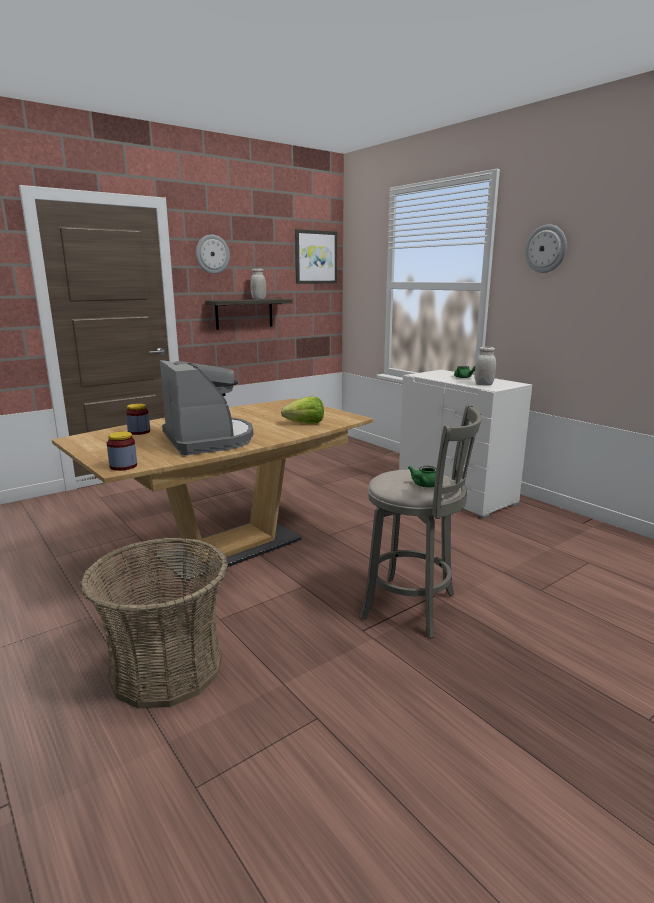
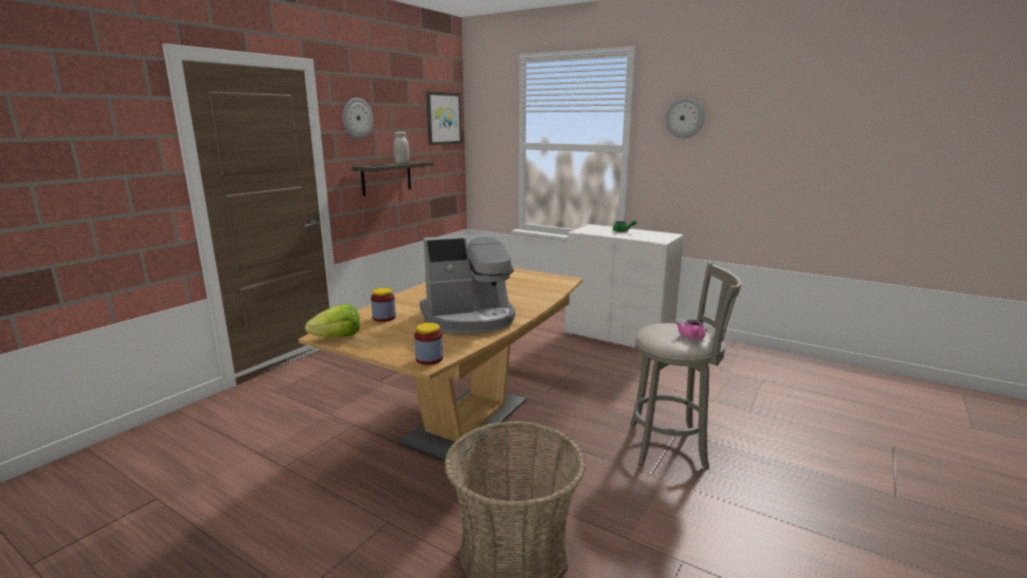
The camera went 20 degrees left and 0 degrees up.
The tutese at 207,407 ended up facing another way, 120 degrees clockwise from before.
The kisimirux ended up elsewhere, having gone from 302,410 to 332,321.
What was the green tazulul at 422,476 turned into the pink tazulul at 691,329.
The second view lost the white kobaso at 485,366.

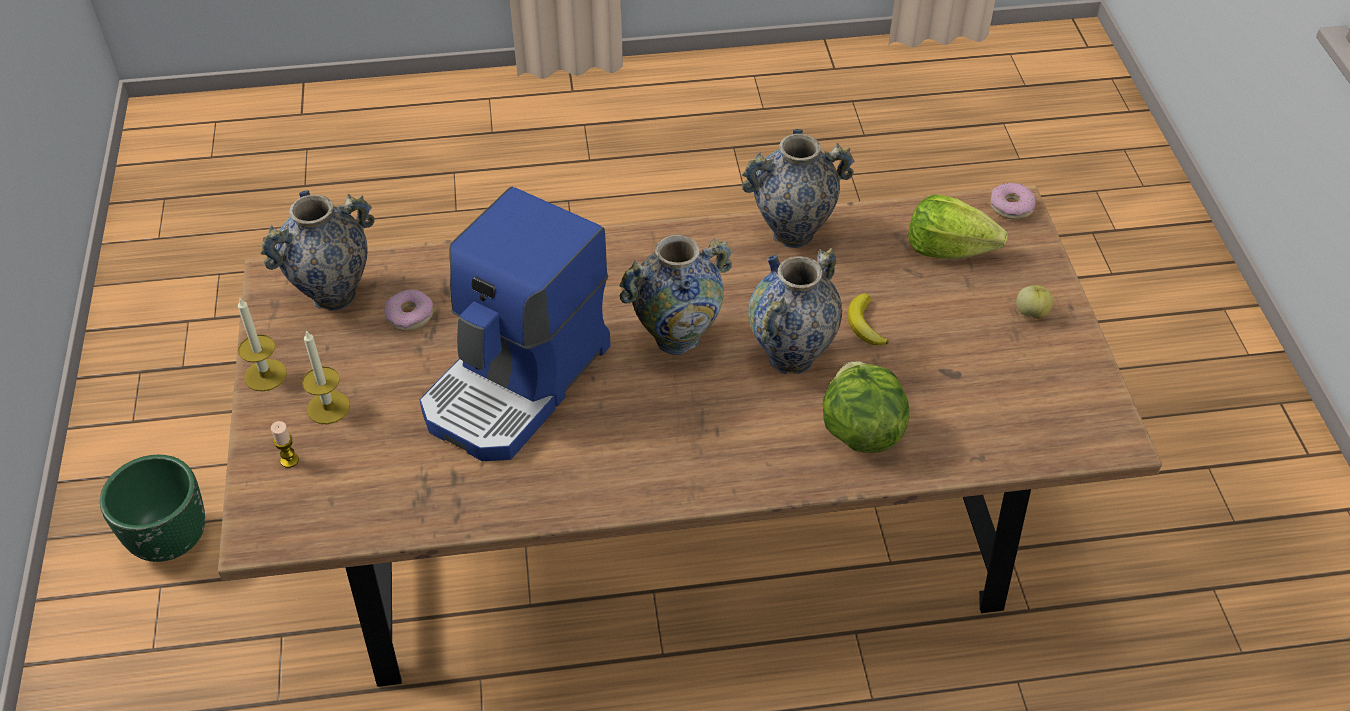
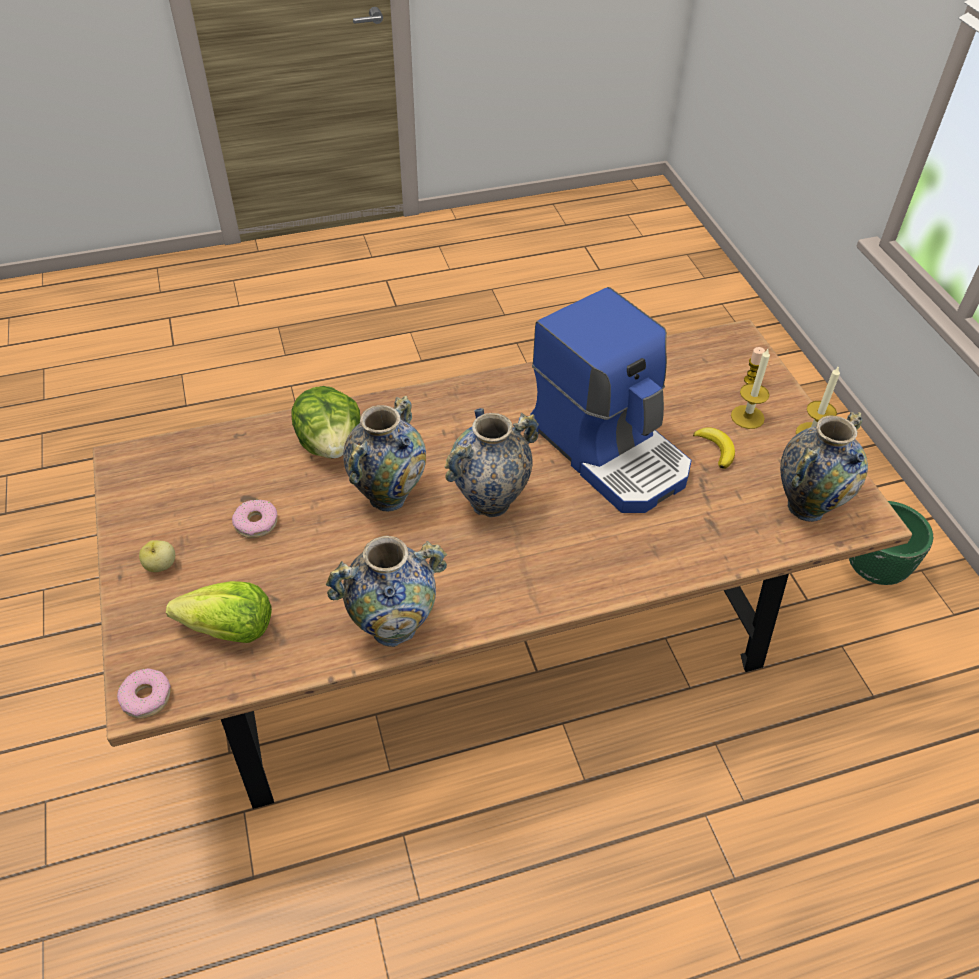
The camera went 170 degrees right and 0 degrees up.
The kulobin ended up elsewhere, having gone from 408,310 to 255,519.
The tutese at 515,324 ended up facing another way, 120 degrees clockwise from before.
The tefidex ended up elsewhere, having gone from 868,319 to 714,448.

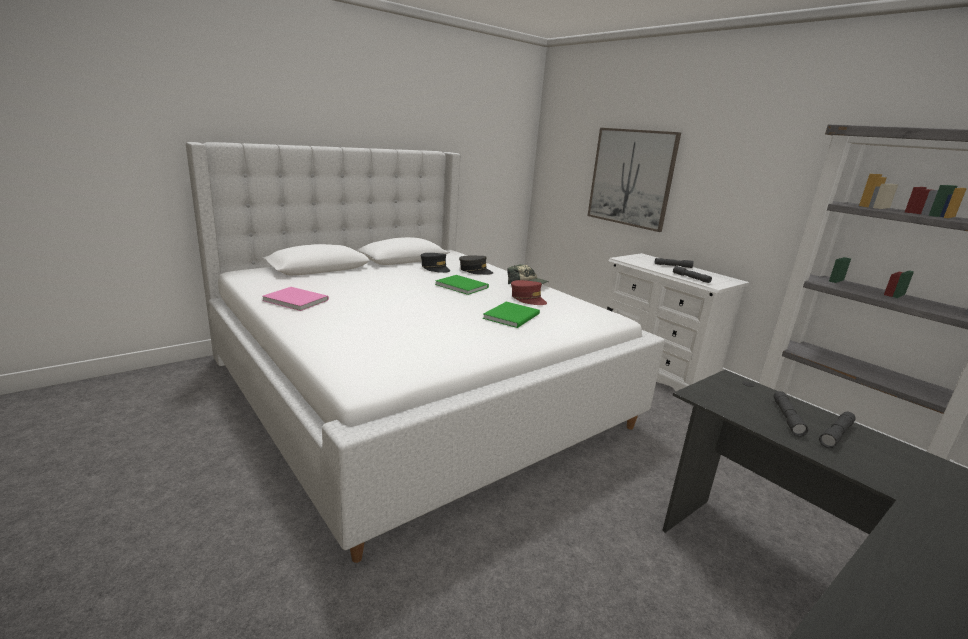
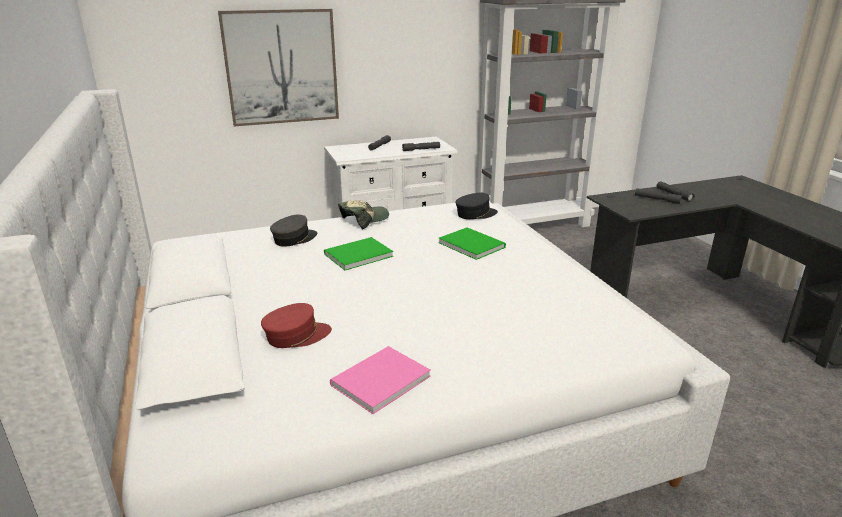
The camera went 70 degrees left and 5 degrees up.
The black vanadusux ended up elsewhere, having gone from 435,263 to 476,206.
The red vanadusux ended up elsewhere, having gone from 529,292 to 296,325.

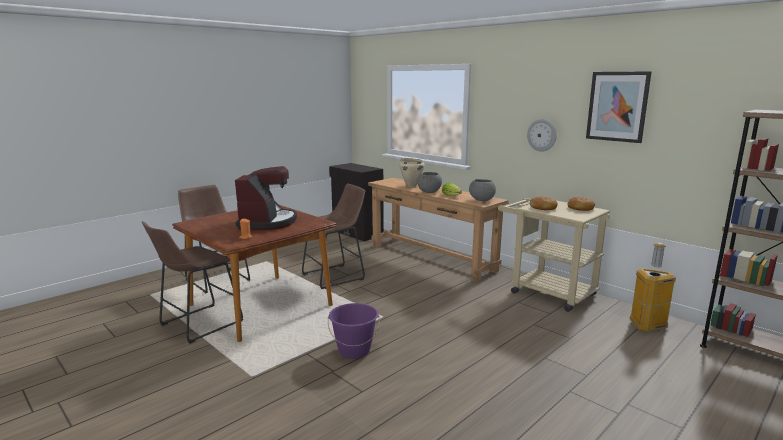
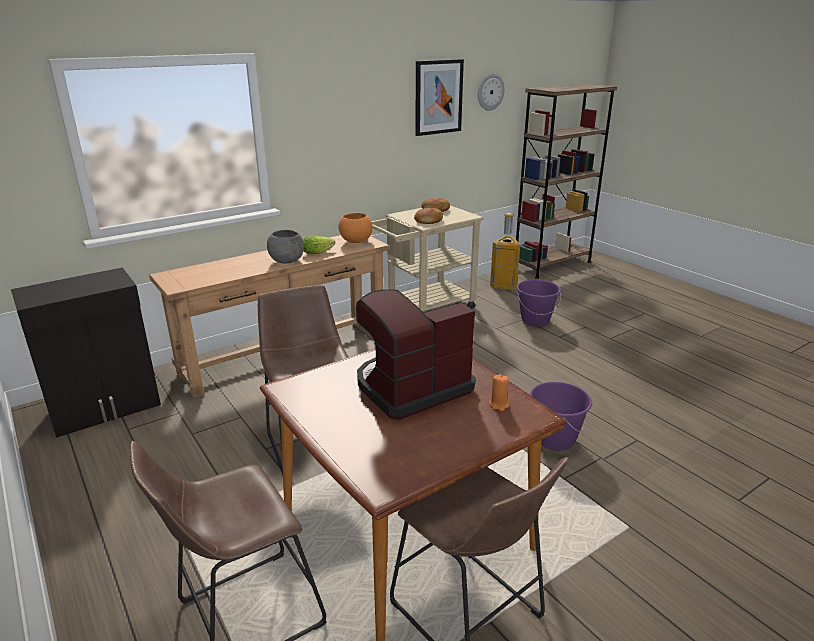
The camera went 80 degrees left and 10 degrees up.
The tutese at 266,198 ended up facing another way, 45 degrees counterclockwise from before.
The second view lost the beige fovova at 411,172.
What was the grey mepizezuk at 482,190 turned into the orange mepizezuk at 355,228.
The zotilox ended up elsewhere, having gone from 542,135 to 491,92.
The second view gained the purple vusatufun at 539,303.

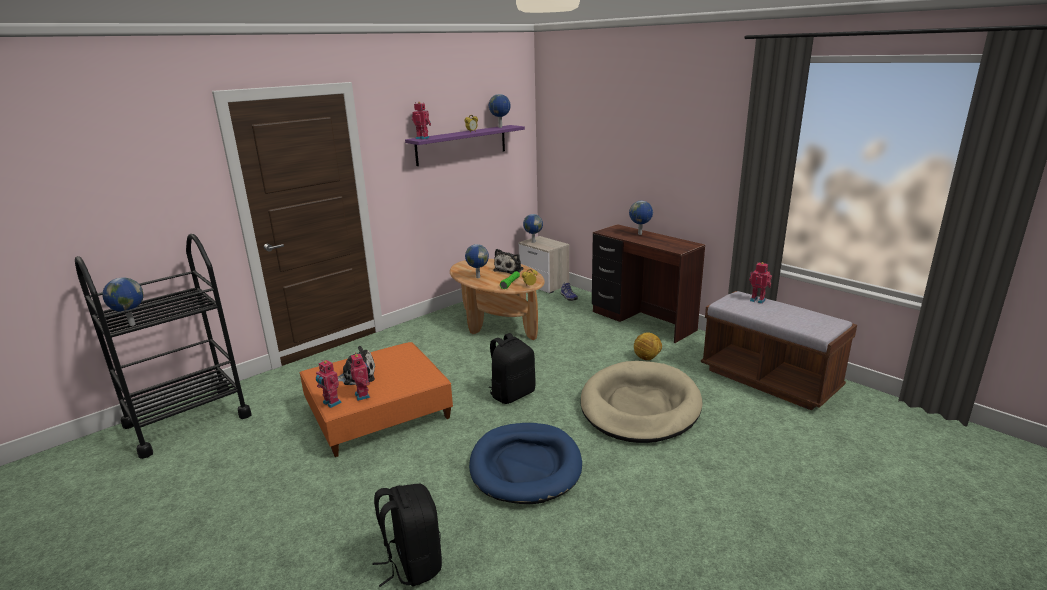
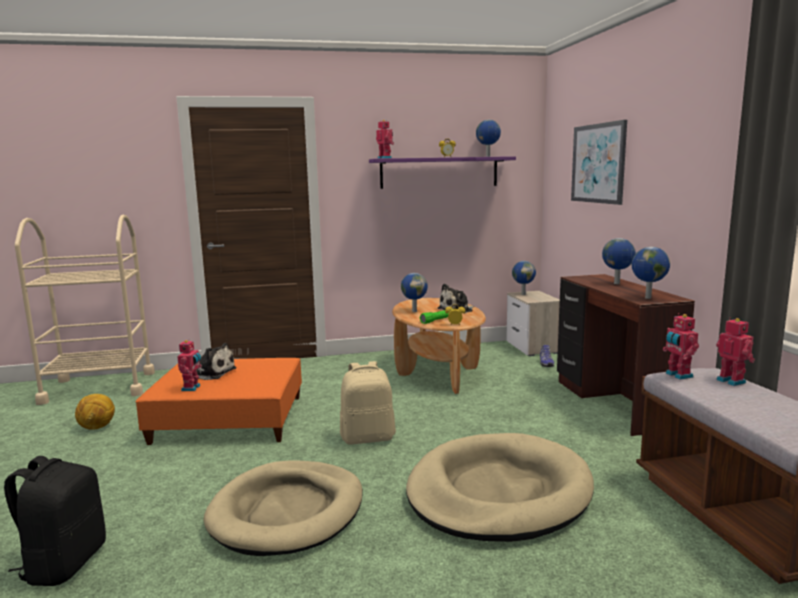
The camera went 30 degrees right and 10 degrees down.
What was the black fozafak at 163,346 turned into the beige fozafak at 85,310.
The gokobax ended up elsewhere, having gone from 123,302 to 651,273.
The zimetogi ended up elsewhere, having gone from 329,384 to 681,346.
What was the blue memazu at 525,463 turned into the beige memazu at 283,508.
What was the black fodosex at 512,368 turned into the beige fodosex at 368,403.
The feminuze ended up elsewhere, having gone from 648,346 to 95,412.
The second view gained the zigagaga at 599,162.

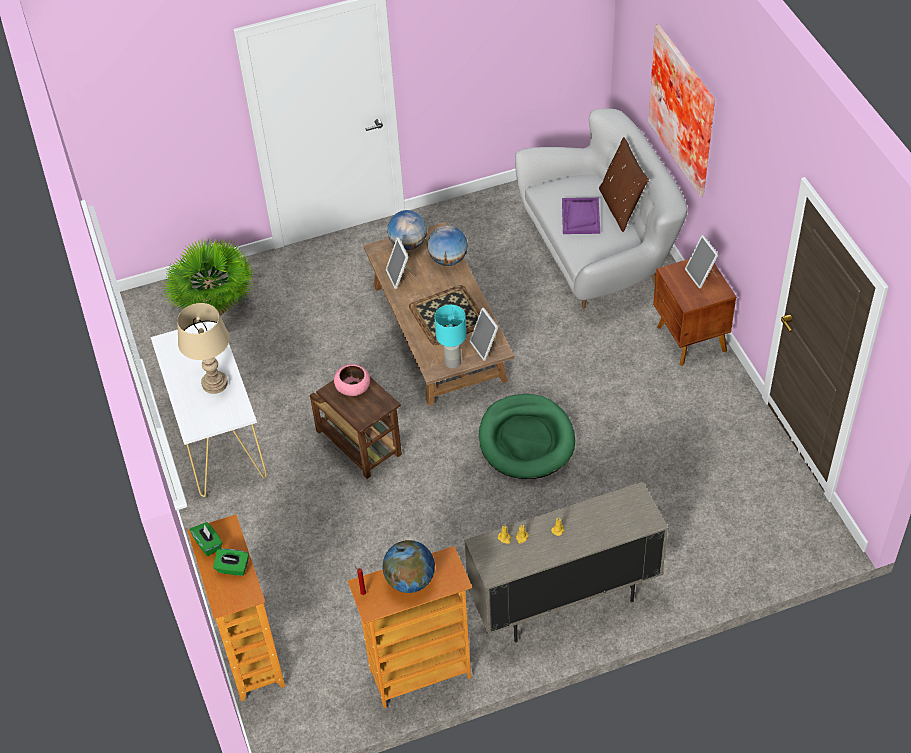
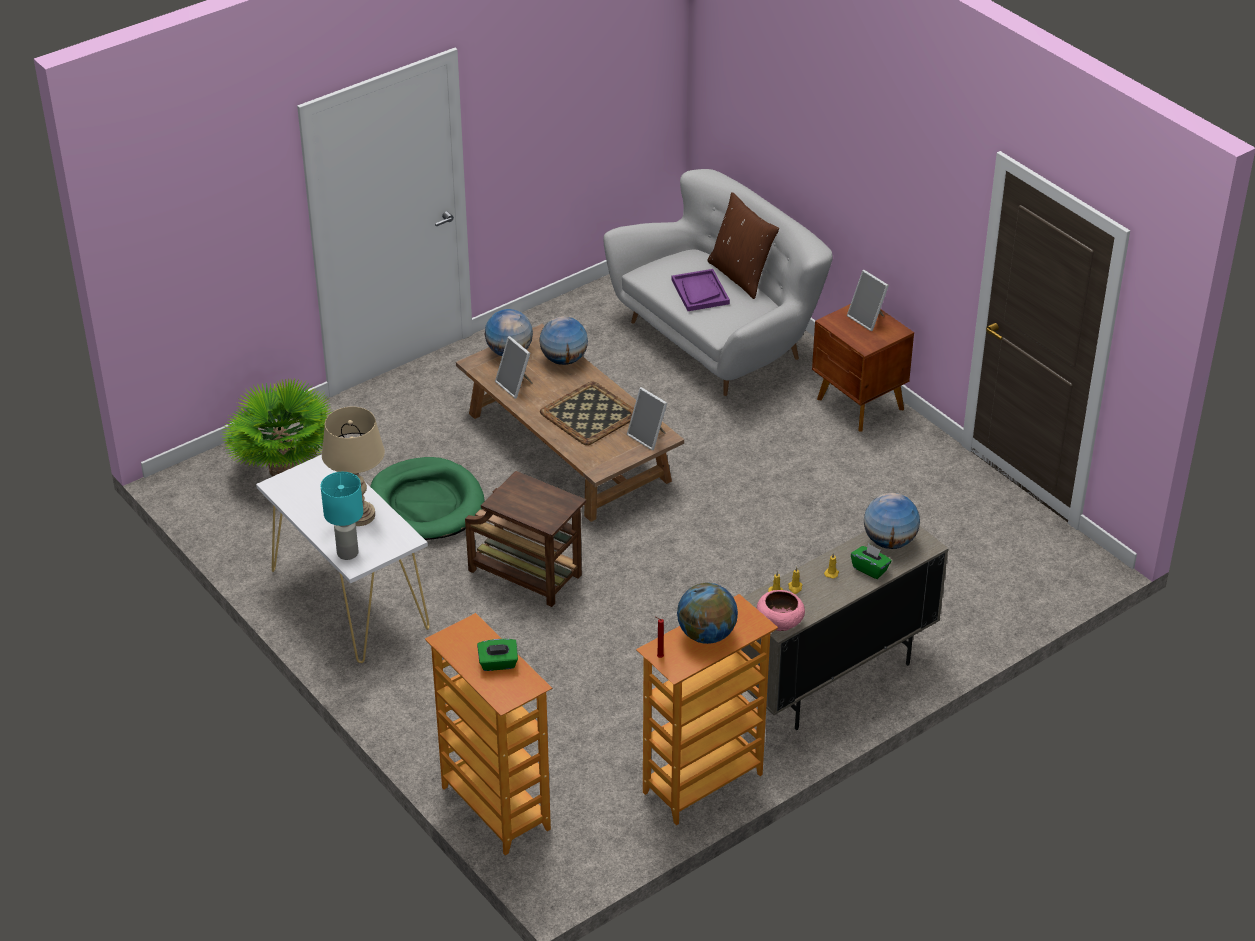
The camera went 20 degrees left and 10 degrees down.
The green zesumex ended up elsewhere, having gone from 206,539 to 871,561.
The pink mepizezuk ended up elsewhere, having gone from 352,380 to 781,610.
The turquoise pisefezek ended up elsewhere, having gone from 450,337 to 342,516.
The green memazu ended up elsewhere, having gone from 527,436 to 427,498.
The second view lost the zigagaga at 681,110.
The second view gained the gokobax at 892,521.

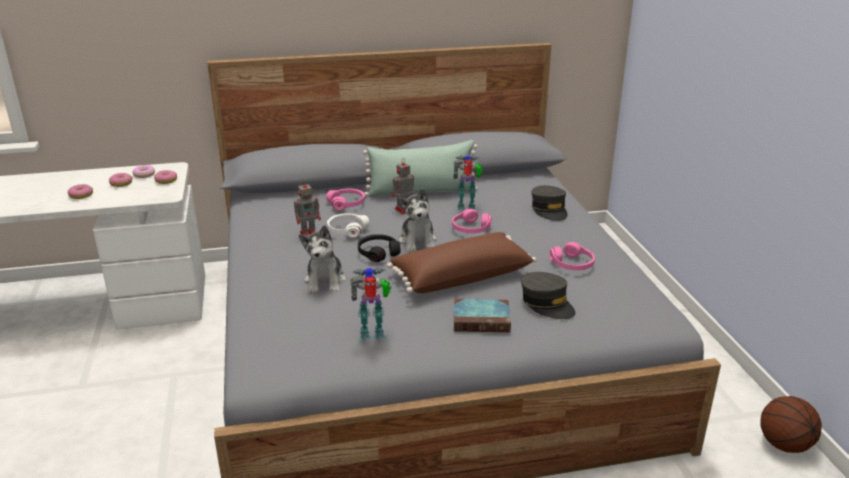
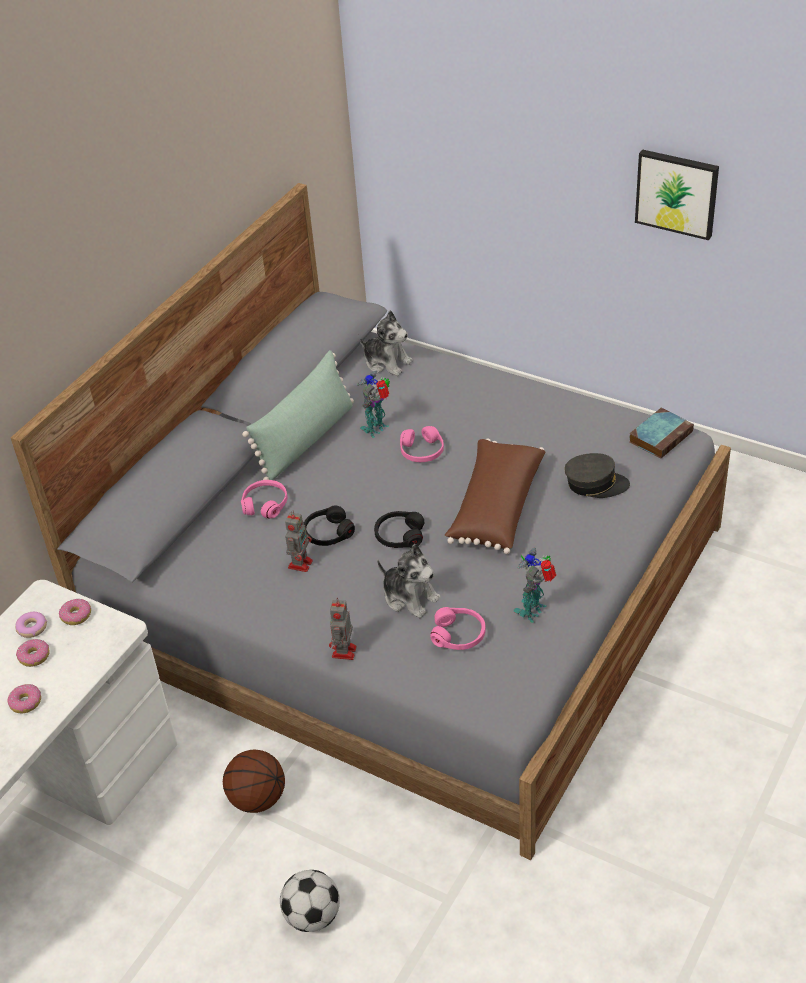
The camera went 45 degrees left and 15 degrees up.
What was the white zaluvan at 348,225 turned into the black zaluvan at 329,526.
The zimetogi ended up elsewhere, having gone from 402,186 to 343,630.
The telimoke ended up elsewhere, having gone from 418,220 to 385,343.
The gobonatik ended up elsewhere, having gone from 482,315 to 661,433.
The second view lost the grey vanadusux at 549,203.
The pink zaluvan ended up elsewhere, having gone from 572,256 to 457,628.
The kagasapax ended up elsewhere, having gone from 791,424 to 254,781.
The second view gained the feminuze at 310,901.
The second view gained the zigagaga at 677,194.

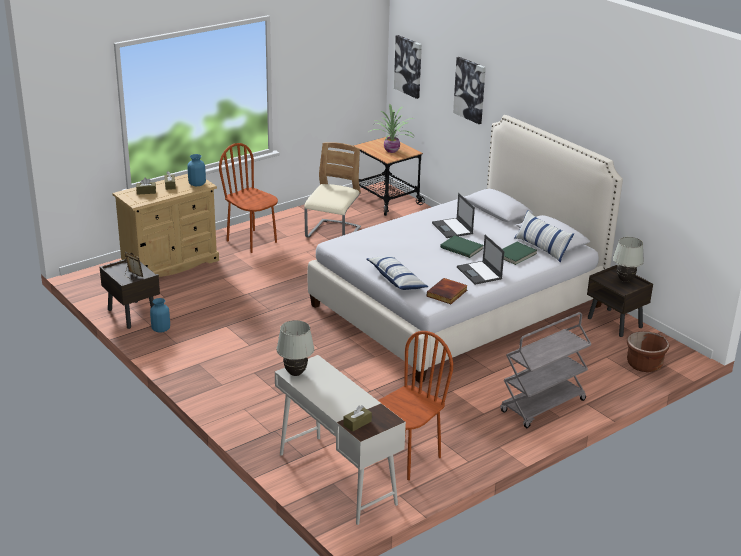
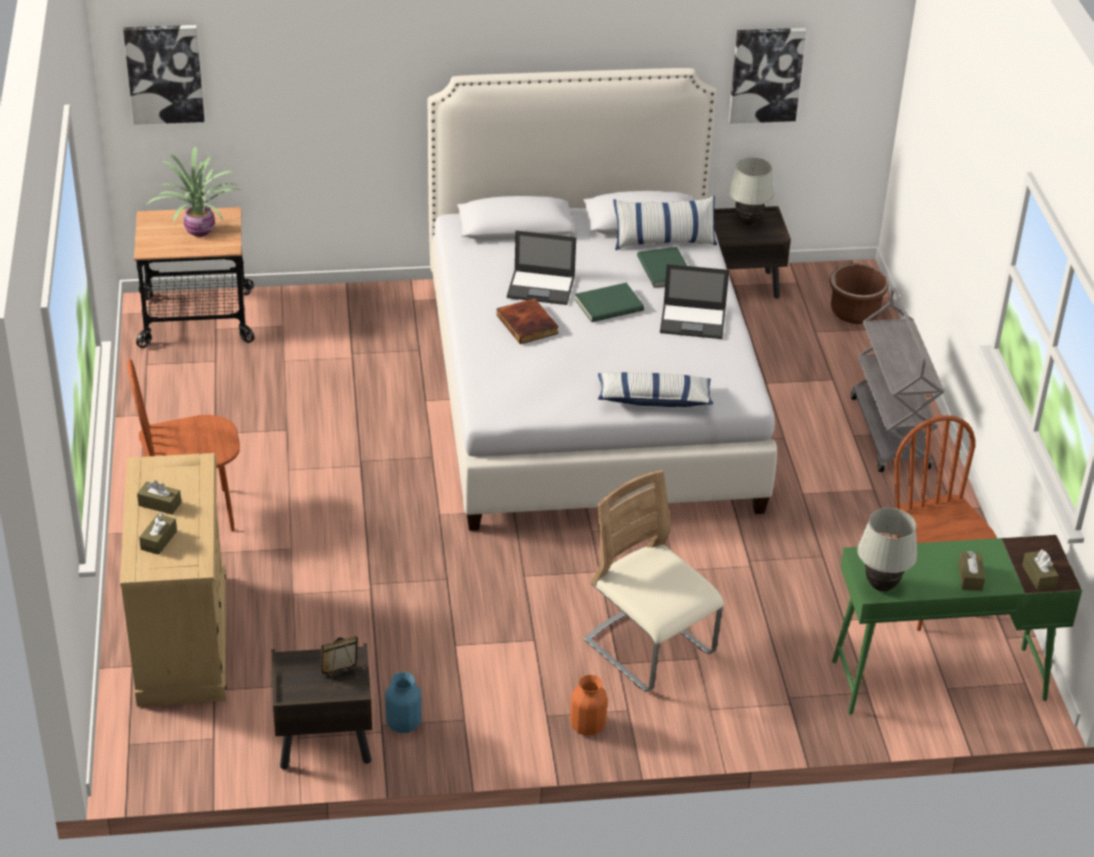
The camera went 60 degrees left and 10 degrees up.
The second view lost the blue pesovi at 196,170.
What was the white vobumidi at 340,440 turned into the green vobumidi at 957,625.
The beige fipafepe ended up elsewhere, having gone from 332,190 to 654,581.
The gobonatik ended up elsewhere, having gone from 447,291 to 528,321.
The zigagaga ended up elsewhere, having gone from 469,90 to 767,76.
The second view gained the orange pesovi at 589,705.
The second view gained the brown zesumex at 971,571.

